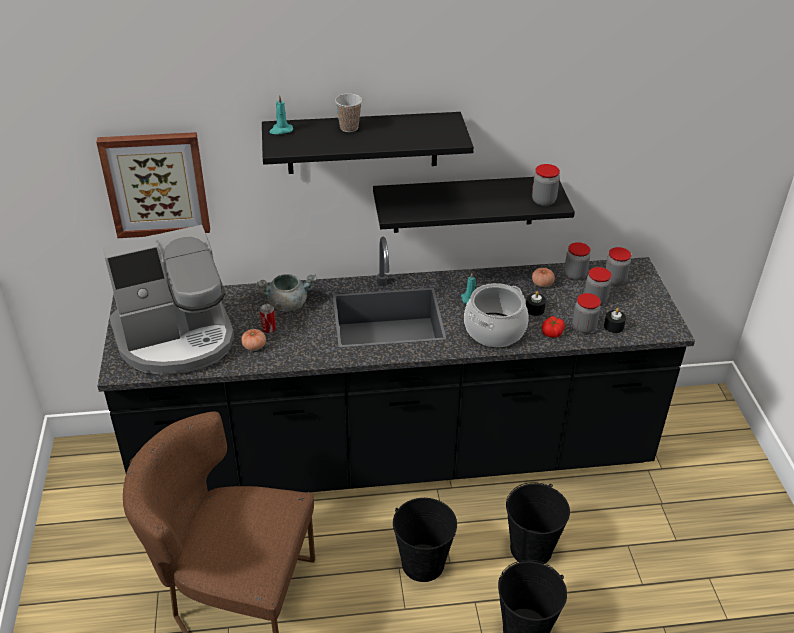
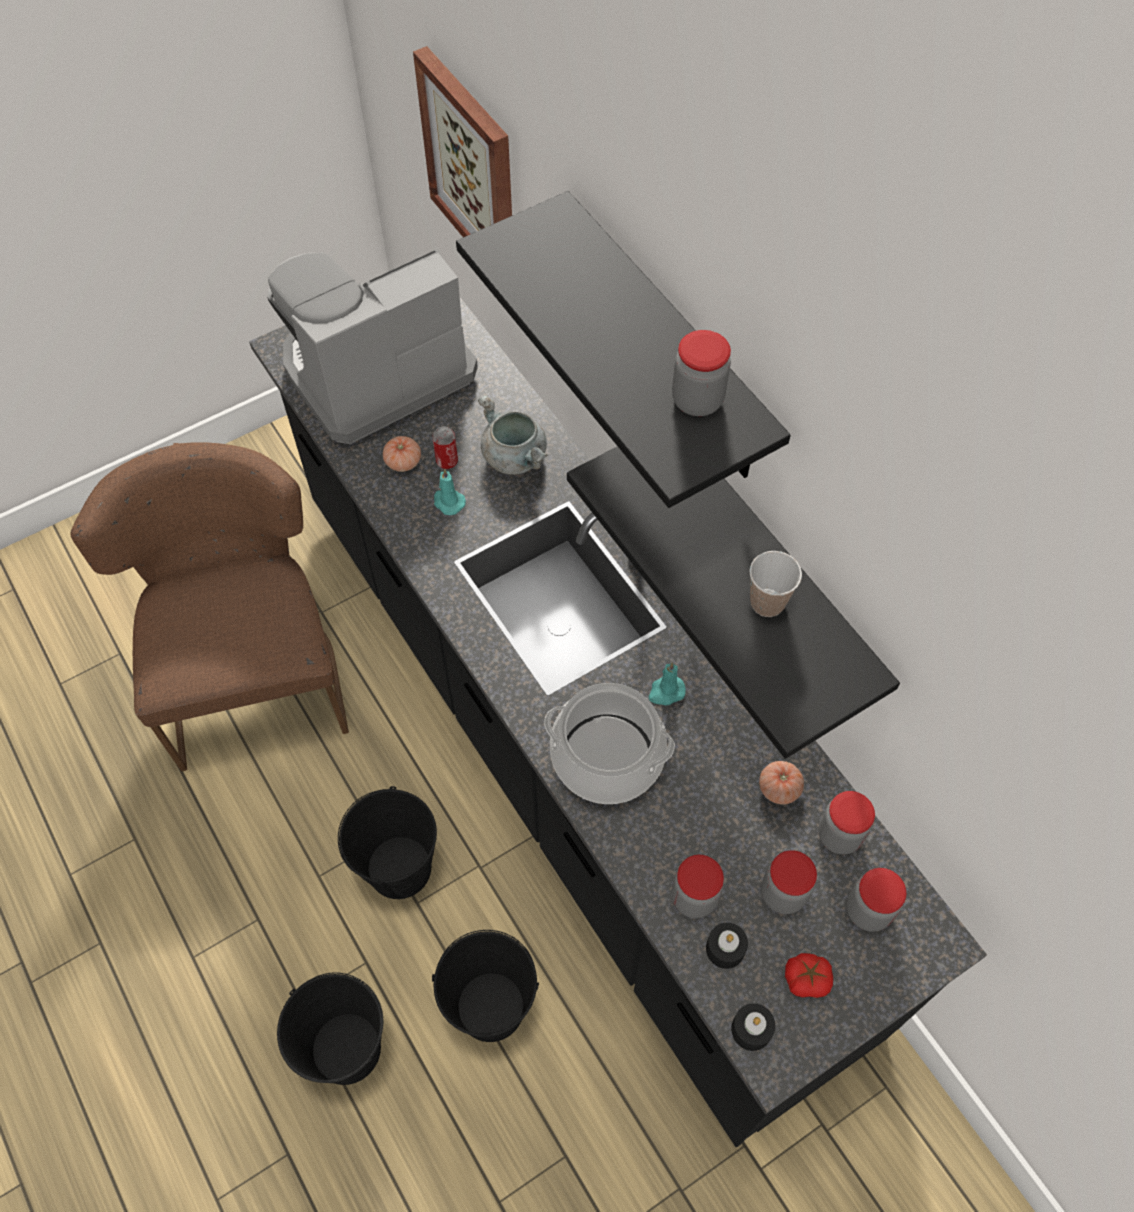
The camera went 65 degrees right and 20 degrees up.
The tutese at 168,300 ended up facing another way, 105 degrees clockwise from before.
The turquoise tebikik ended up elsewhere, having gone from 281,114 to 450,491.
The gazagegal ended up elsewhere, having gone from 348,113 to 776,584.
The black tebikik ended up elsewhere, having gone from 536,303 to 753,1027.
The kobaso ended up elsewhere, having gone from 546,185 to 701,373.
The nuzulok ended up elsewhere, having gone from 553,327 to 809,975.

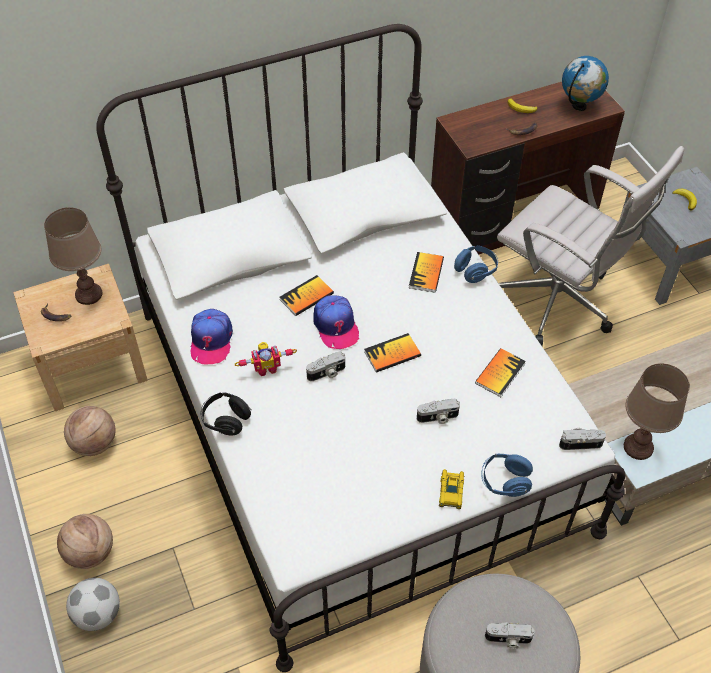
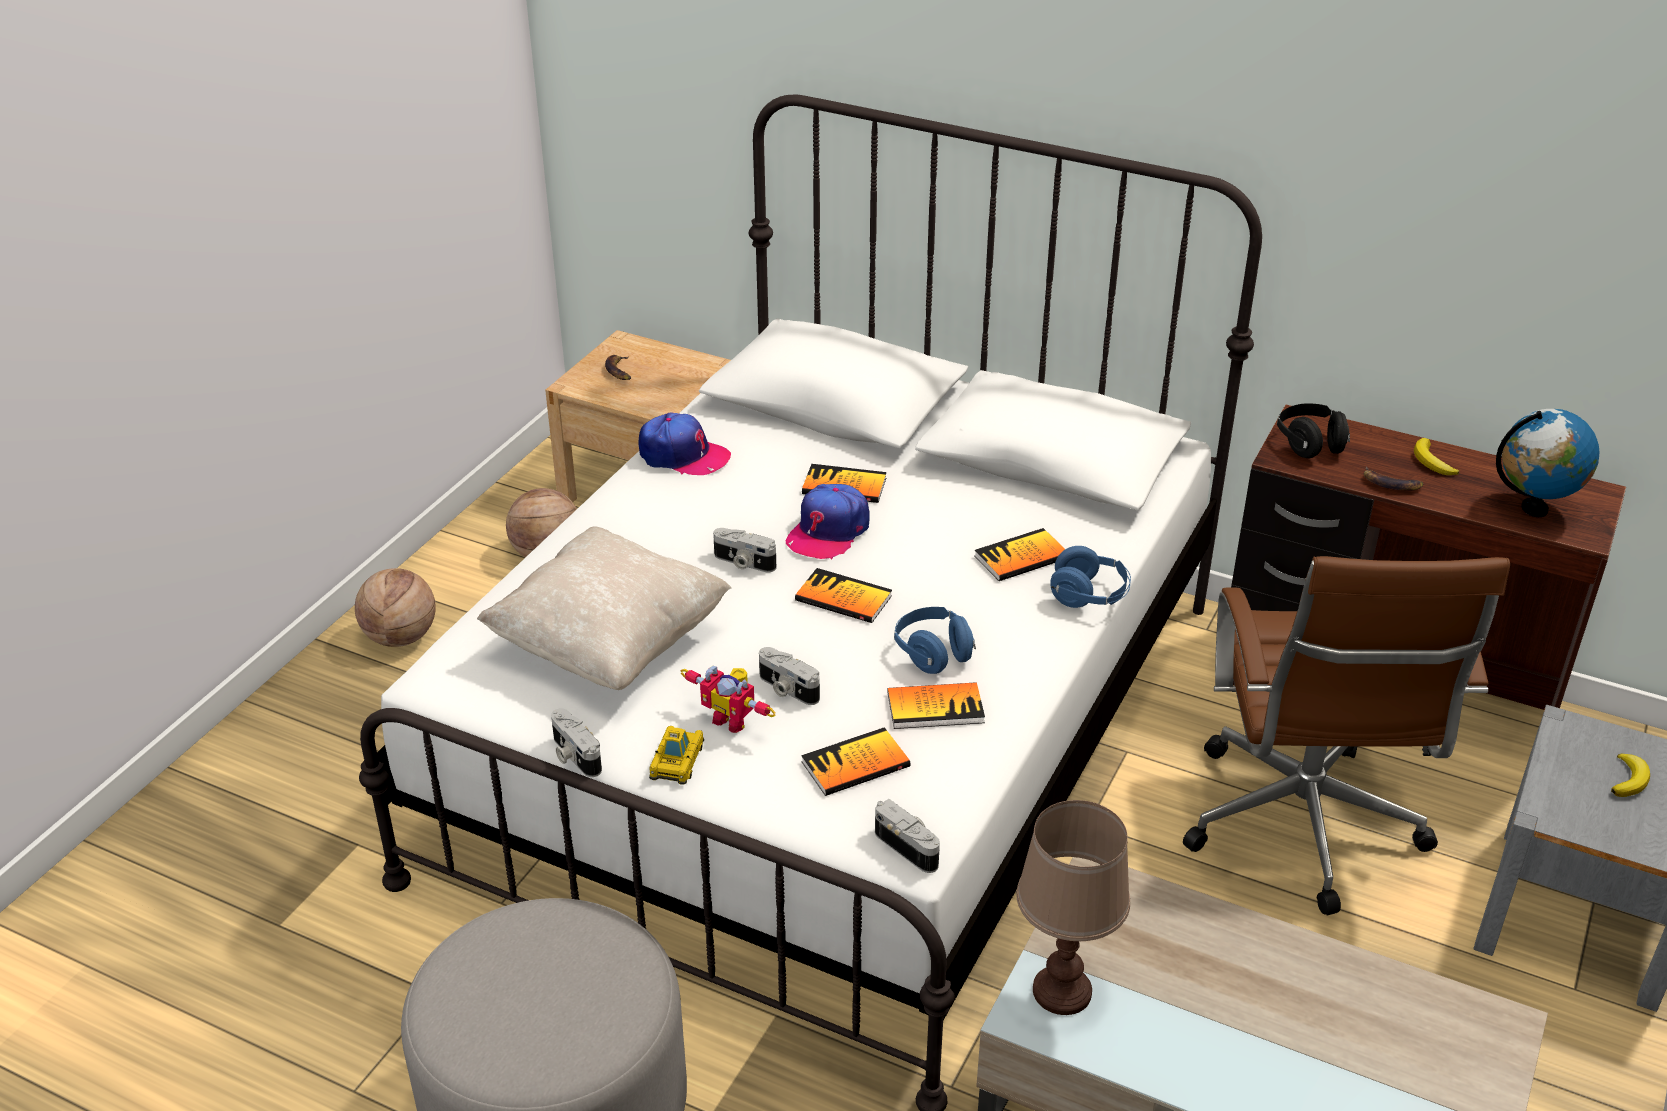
The camera went 50 degrees right and 15 degrees down.
The second view lost the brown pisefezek at 73,256.
The second view lost the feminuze at 93,604.
The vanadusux at 212,336 ended up facing another way, 120 degrees counterclockwise from before.
The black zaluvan ended up elsewhere, having gone from 226,414 to 1313,430.
The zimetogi ended up elsewhere, having gone from 266,359 to 728,699.
The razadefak at 451,489 ended up facing another way, 135 degrees clockwise from before.
The blue zaluvan ended up elsewhere, having gone from 507,475 to 935,640.
The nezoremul ended up elsewhere, having gone from 510,635 to 576,742.
What was the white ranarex at 590,246 turned into the brown ranarex at 1346,735.
The second view gained the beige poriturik at 604,608.
The second view gained the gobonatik at 855,761.

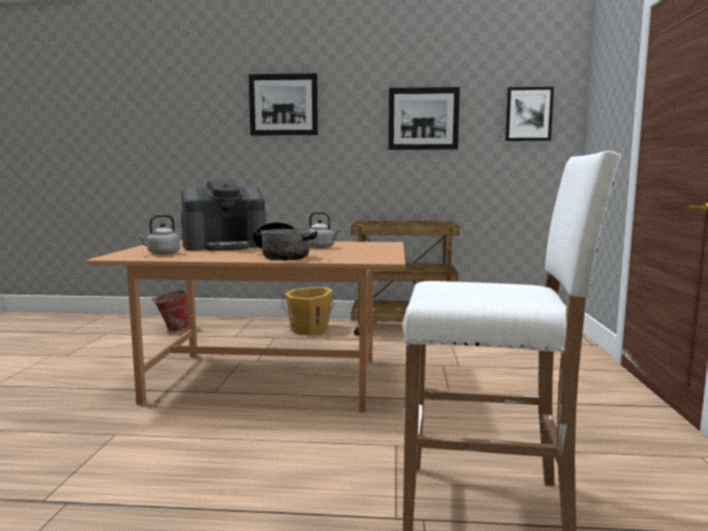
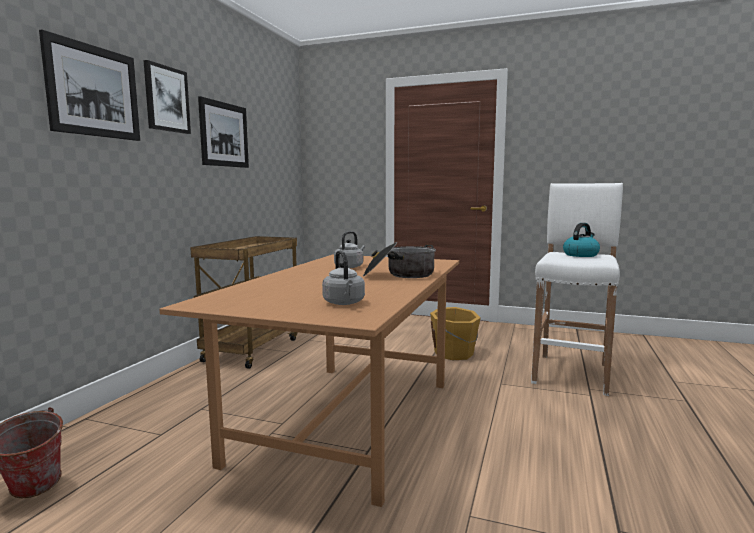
The camera went 75 degrees left and 0 degrees up.
The second view lost the tutese at 223,215.
The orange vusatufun ended up elsewhere, having gone from 308,311 to 455,333.
The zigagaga ended up elsewhere, having gone from 529,114 to 167,97.
The second view gained the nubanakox at 581,240.

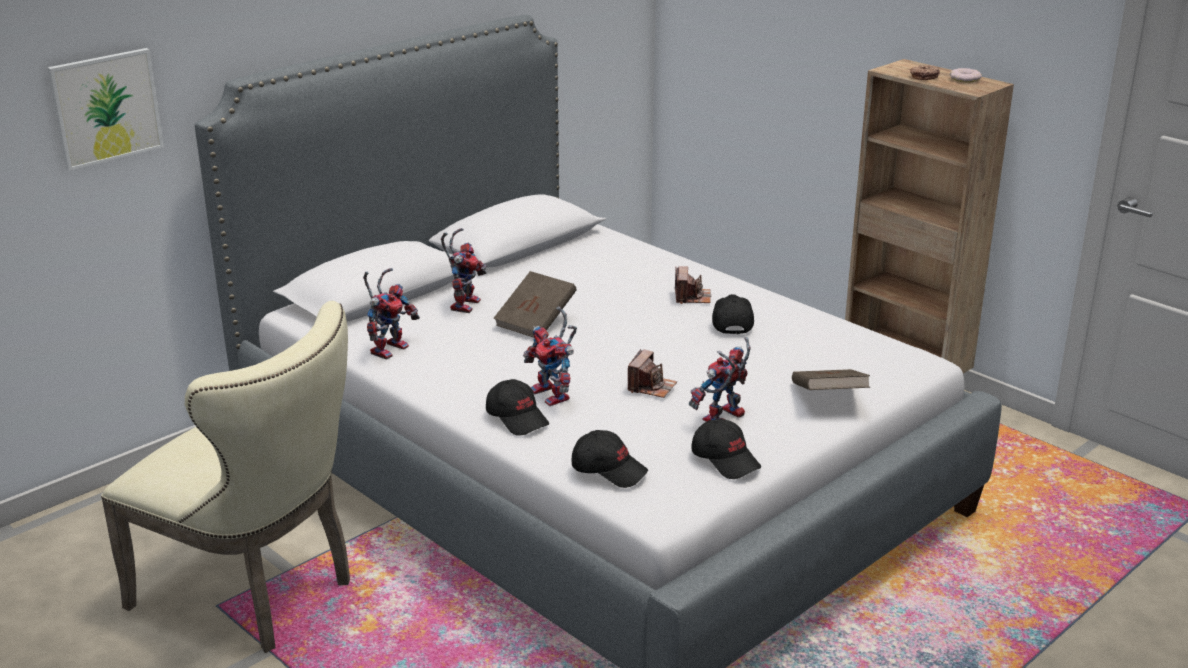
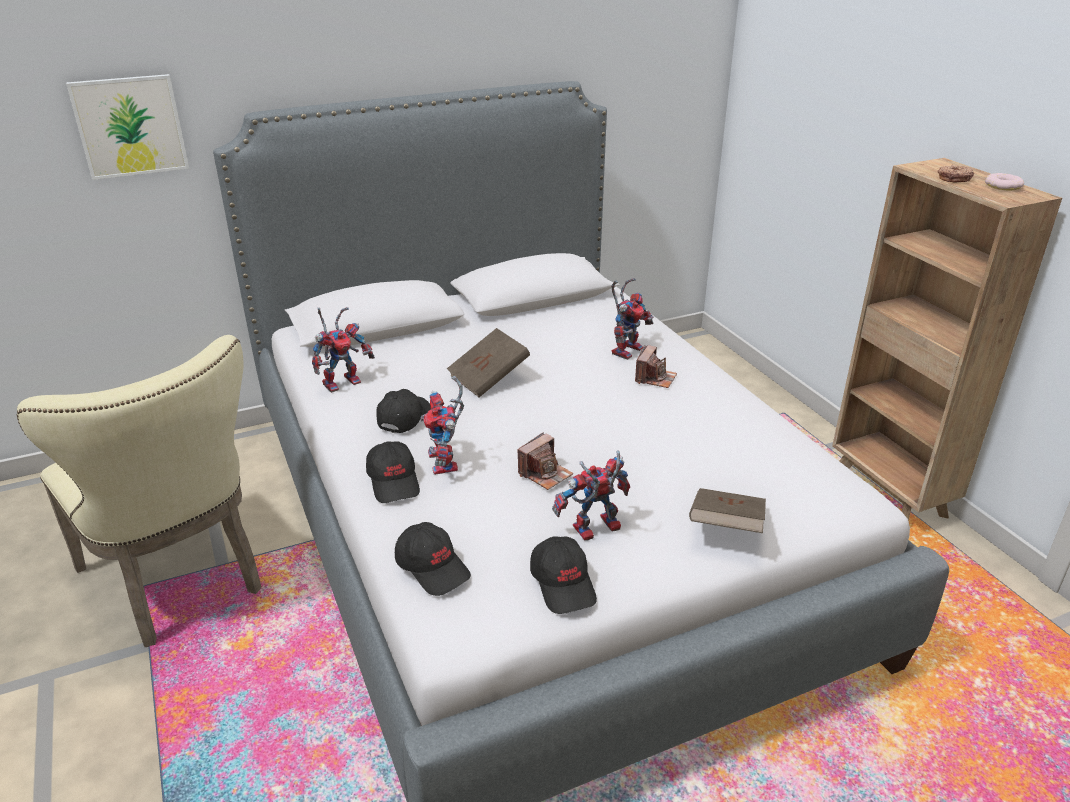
The camera went 20 degrees right and 5 degrees up.
The zimetogi ended up elsewhere, having gone from 463,270 to 632,319.
The black vanadusux ended up elsewhere, having gone from 733,314 to 404,411.

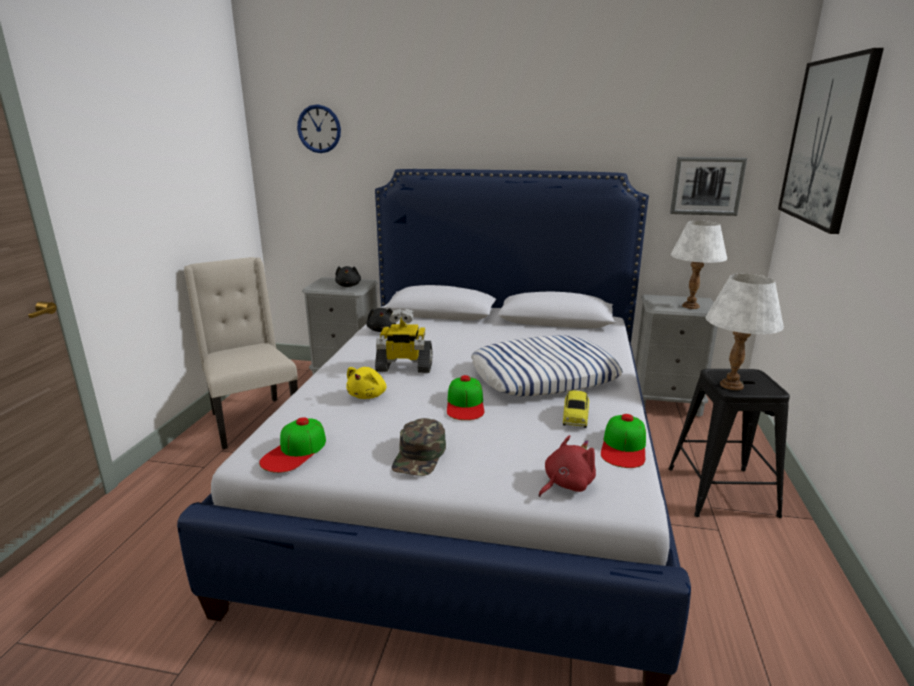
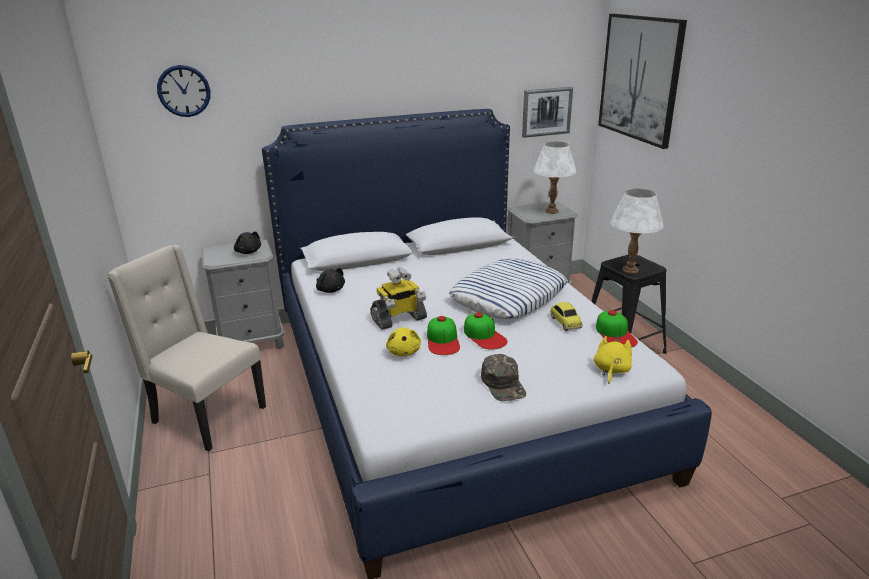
The camera went 30 degrees left and 5 degrees up.
The vanadusux ended up elsewhere, having gone from 292,445 to 443,335.
What was the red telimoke at 567,466 turned into the yellow telimoke at 613,360.

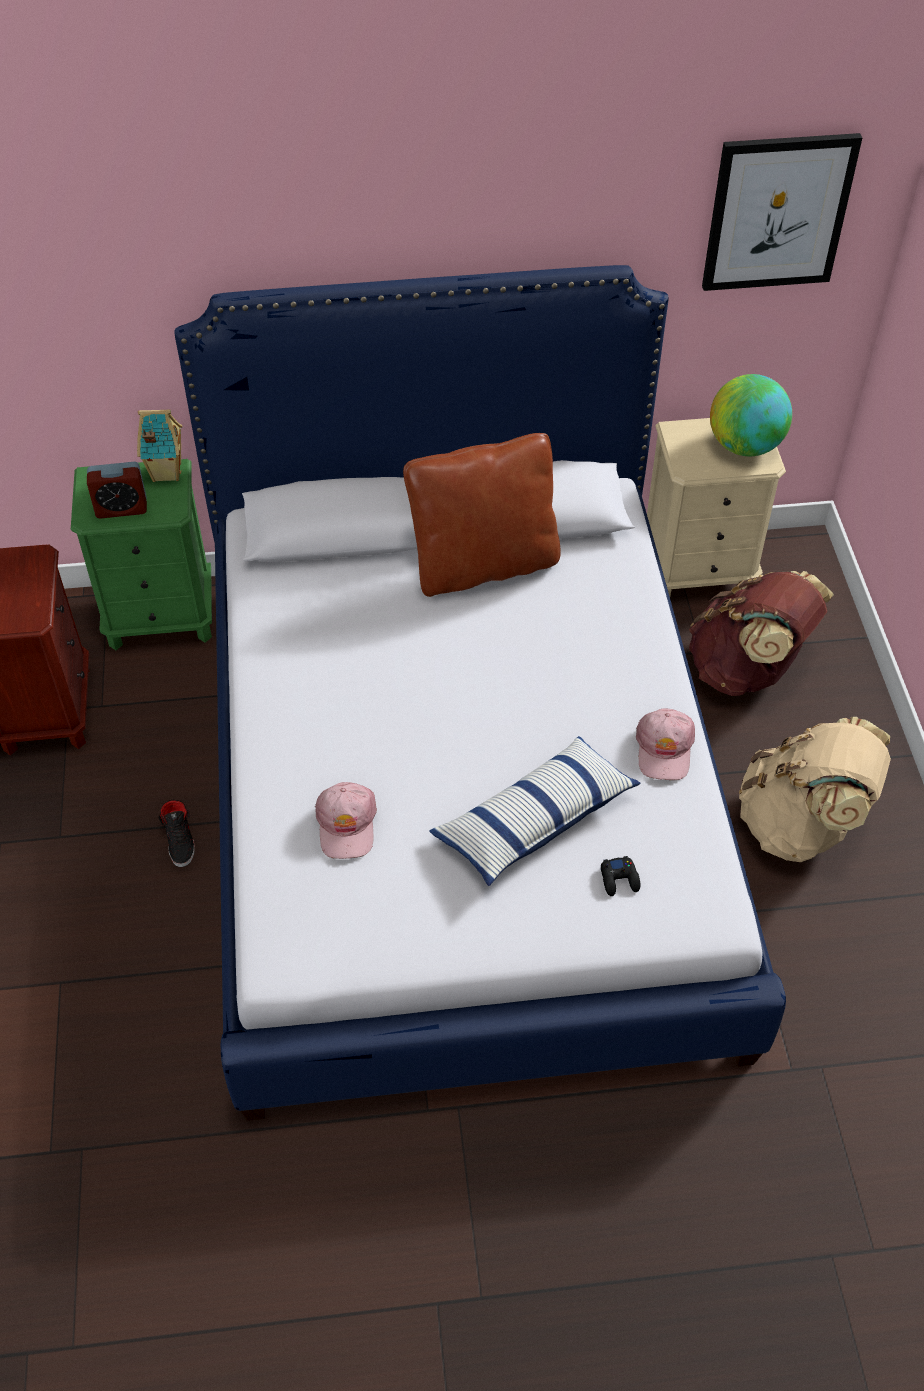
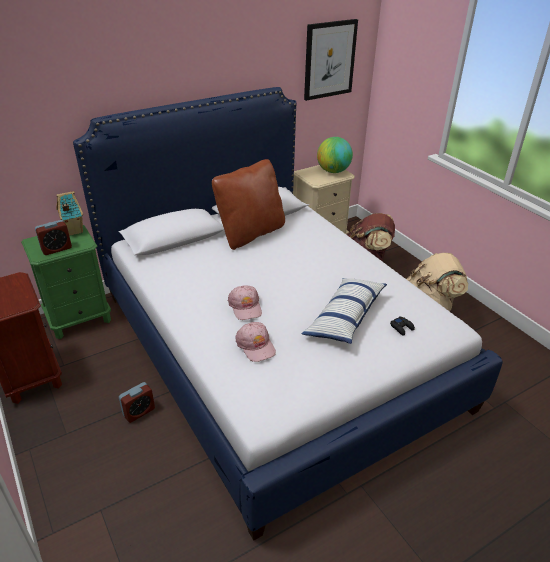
The camera went 25 degrees left and 15 degrees down.
Where the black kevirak stood at 176,833, the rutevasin came to stand at 137,402.
The pink vanadusux ended up elsewhere, having gone from 665,744 to 245,302.

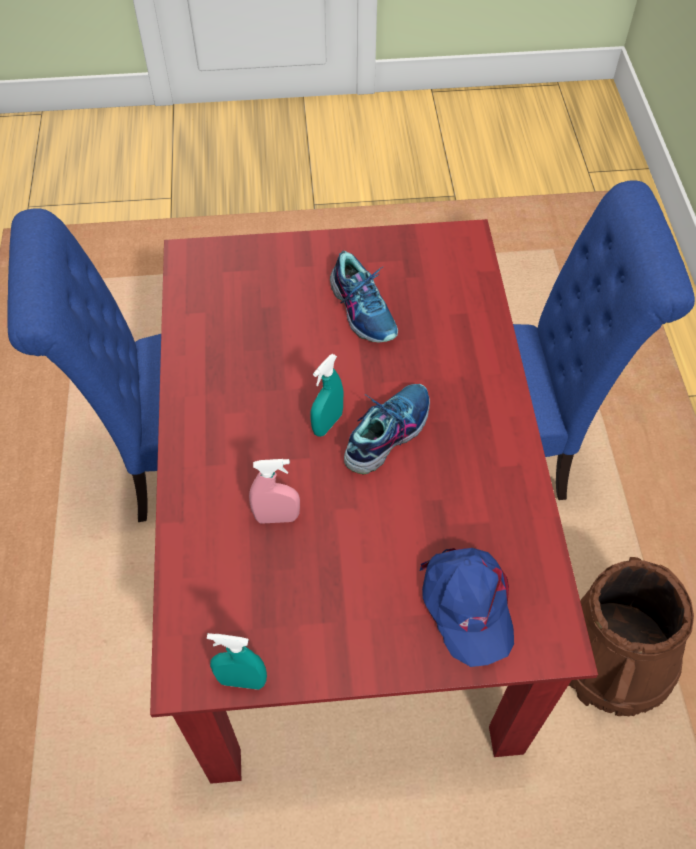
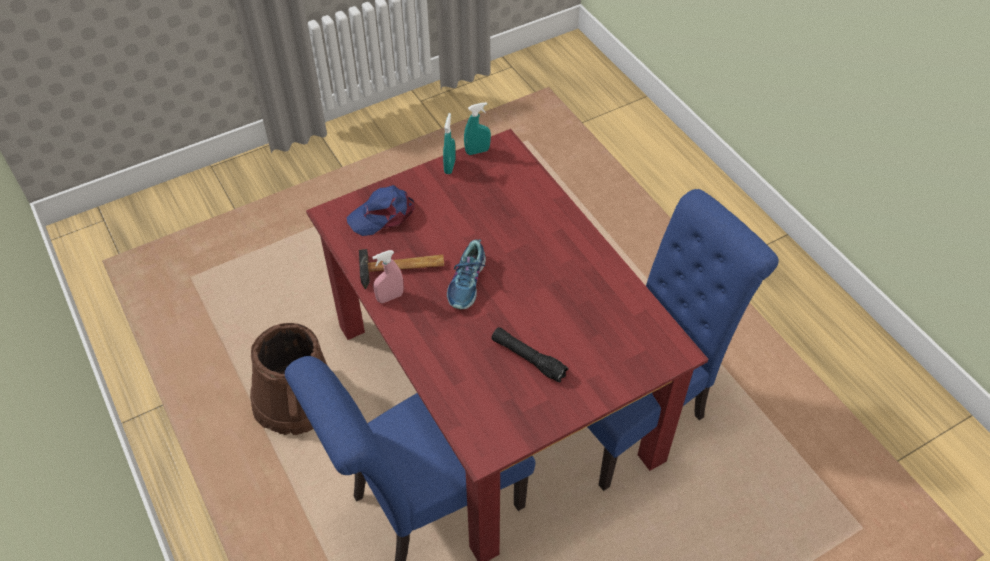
The camera went 155 degrees right and 5 degrees down.
The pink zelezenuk ended up elsewhere, having gone from 274,491 to 388,276.
The turquoise zelezenuk ended up elsewhere, having gone from 327,395 to 449,143.
Where the kevirak stood at 364,296, the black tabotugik came to stand at 530,354.
The blue vanadusux at 467,607 ended up facing another way, 75 degrees counterclockwise from before.
The second view gained the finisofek at 401,269.

